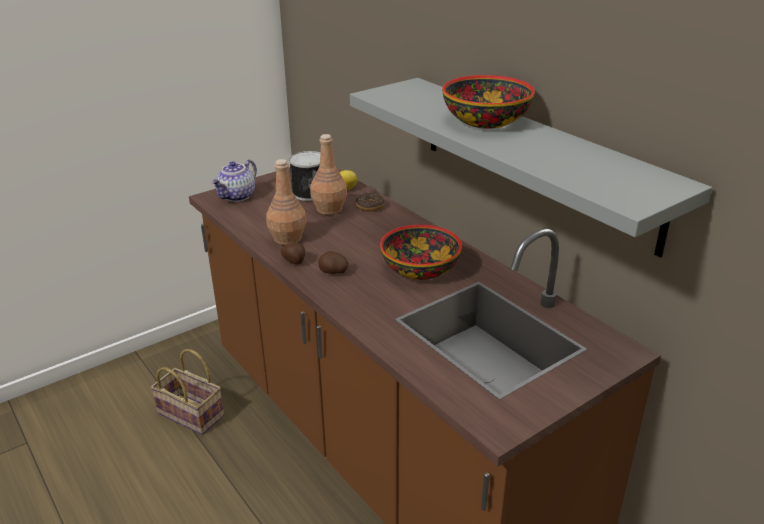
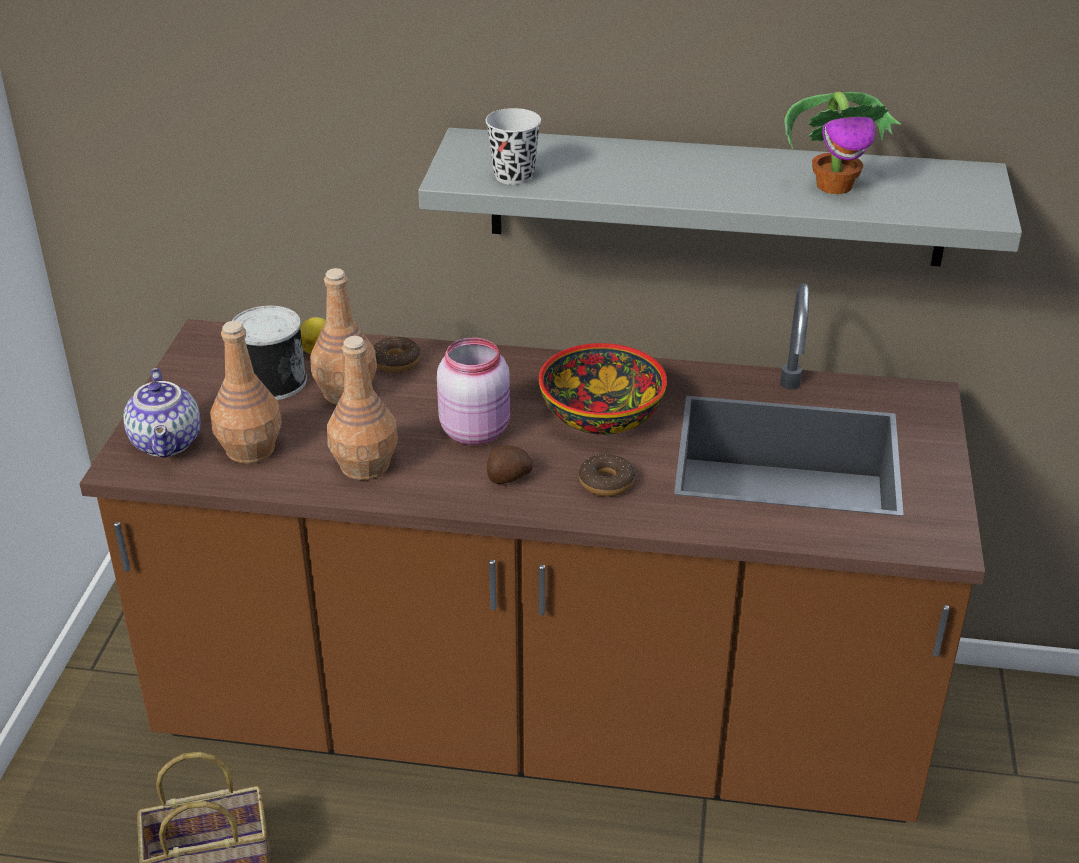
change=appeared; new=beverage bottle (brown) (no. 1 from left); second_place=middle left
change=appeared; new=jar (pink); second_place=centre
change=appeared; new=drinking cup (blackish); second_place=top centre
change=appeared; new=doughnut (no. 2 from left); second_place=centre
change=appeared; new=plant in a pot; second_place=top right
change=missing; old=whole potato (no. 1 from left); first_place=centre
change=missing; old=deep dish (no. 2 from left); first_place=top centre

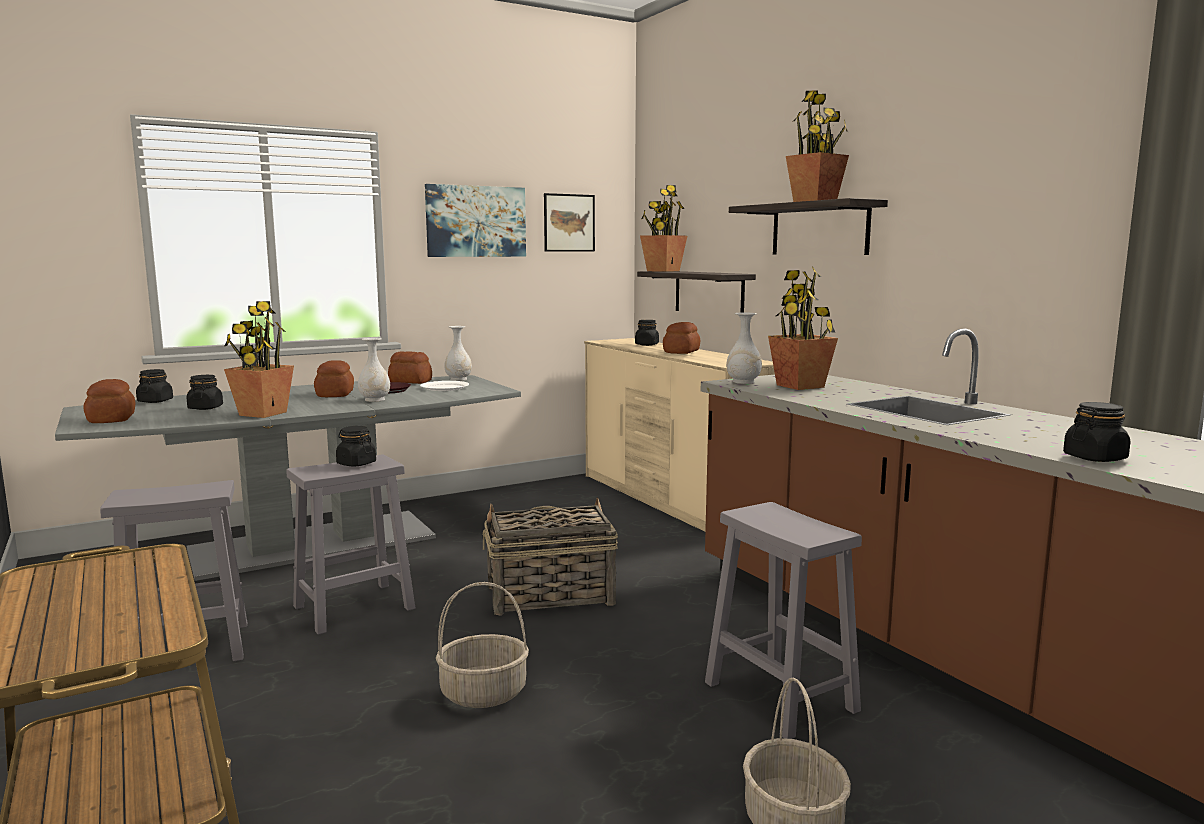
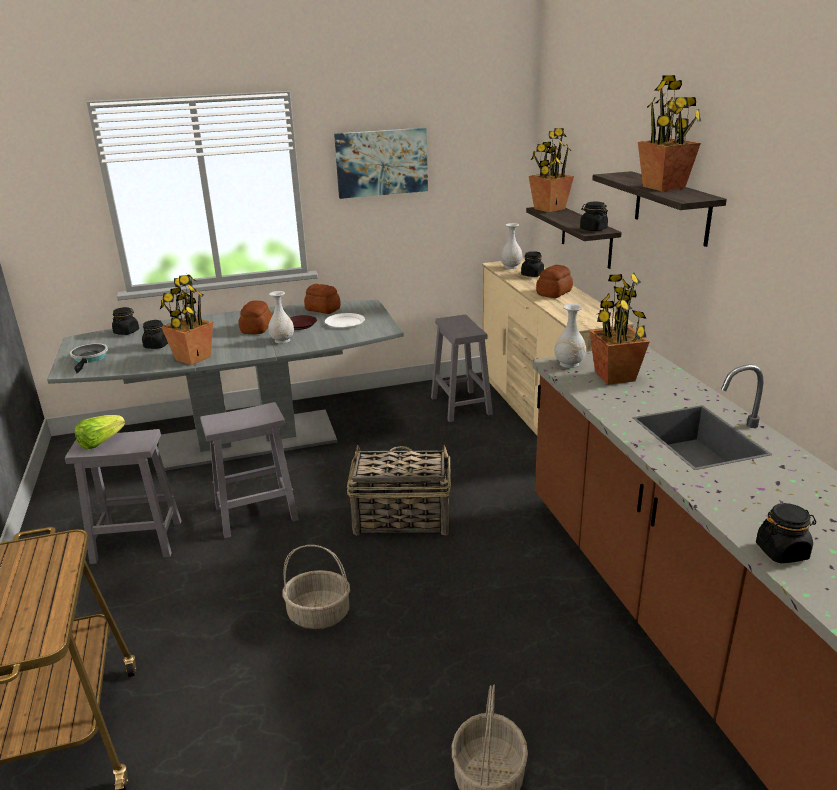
change=exchanged; old=baked bread (no. 1 from left); new=frying pan; first_place=middle left; second_place=middle left
change=appeared; new=lettuce; second_place=middle left
change=relocated; old=sitting stool (gray) (no. 3 from left); first_place=bottom centre; second_place=centre
change=relocated; old=vase (whitish) (no. 2 from left); first_place=centre; second_place=top centre
change=relocated; old=jar (blackish) (no. 3 from left in the first image); new=jar (blackish) (no. 4 from left); first_place=middle left; second_place=top right
change=missing; old=wall art (no. 2 from left); first_place=top centre

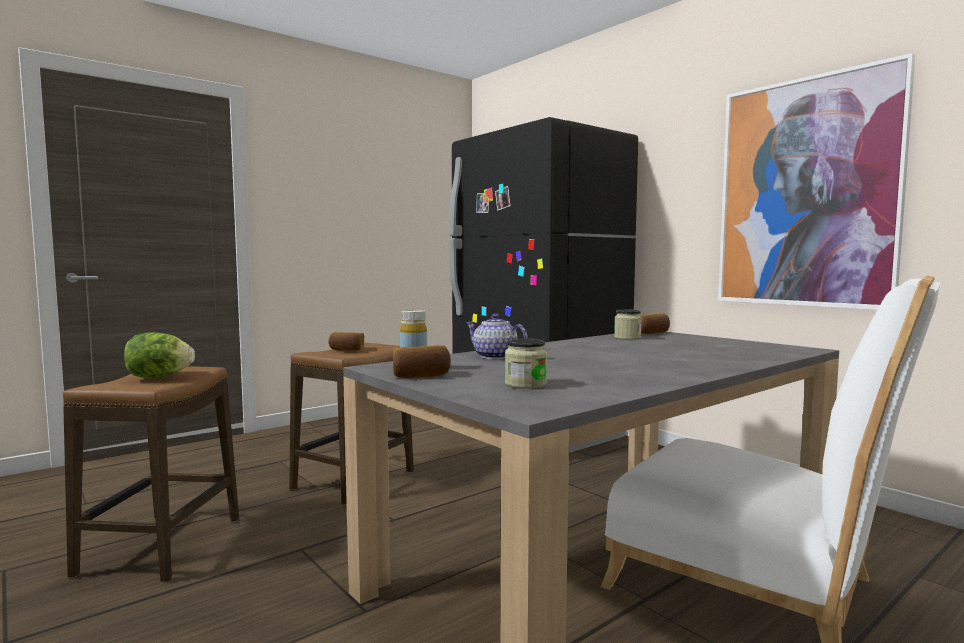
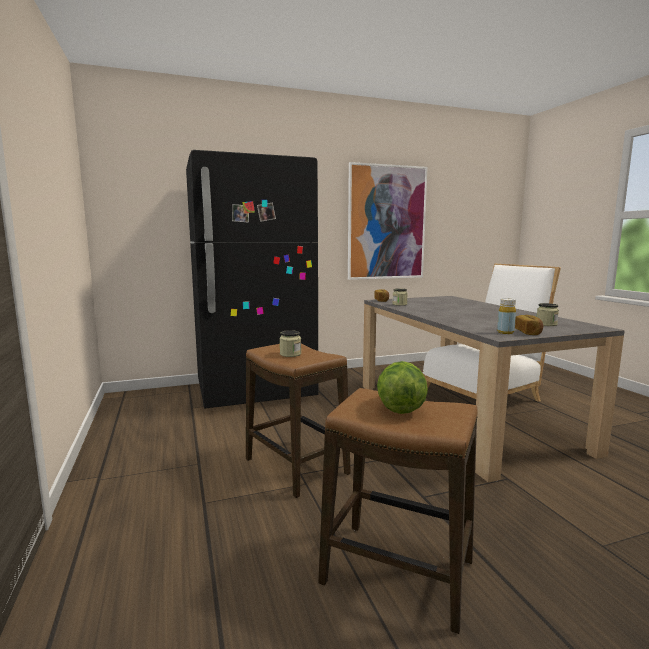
change=exchanged; old=baked bread (no. 1 from left); new=jar (no. 1 from left); first_place=centre; second_place=centre
change=missing; old=teapot; first_place=centre

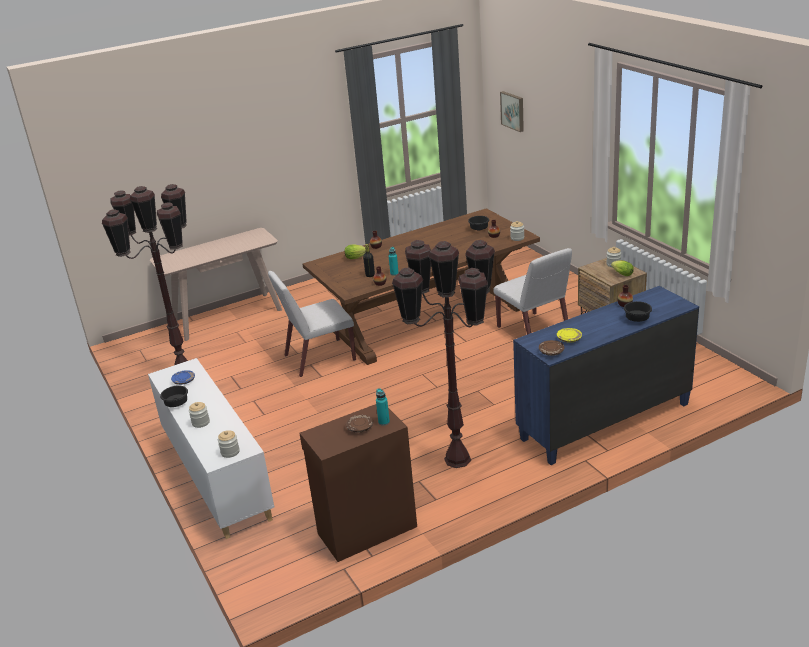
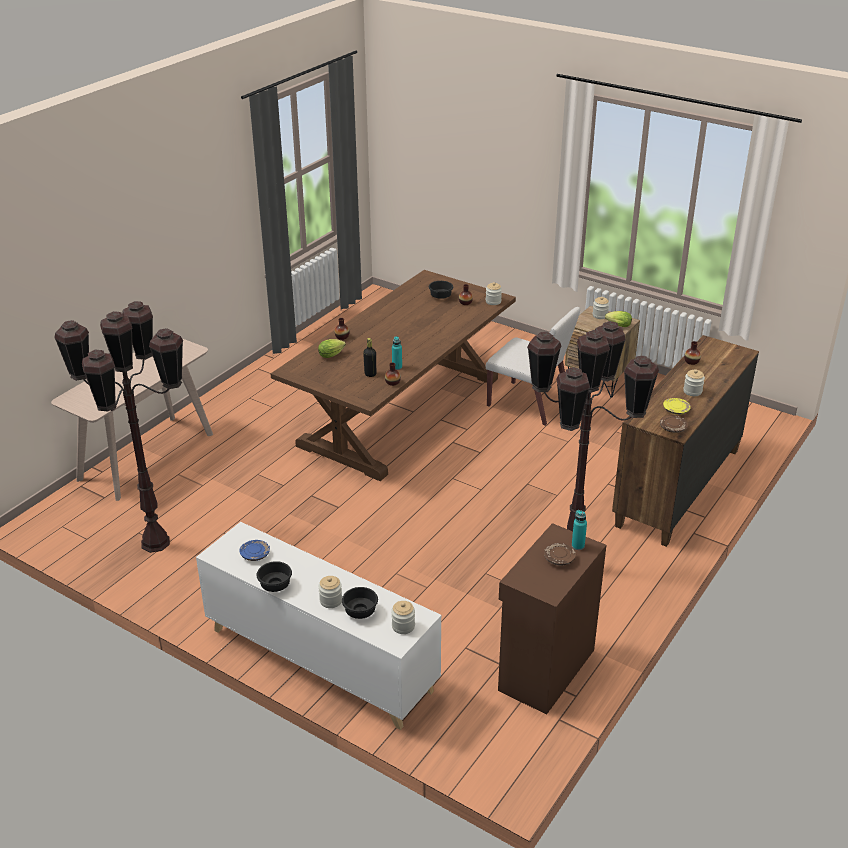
change=relocated; old=deep dish (blackish) (no. 3 from left in the first image); new=deep dish (blackish) (no. 2 from left); first_place=middle right; second_place=bottom centre
change=colour; old=chest of drawers (bluish); new=chest of drawers (brown); first_place=middle right; second_place=middle right
change=appeared; new=jar (no. 5 from left); second_place=middle right
change=missing; old=upright chair (whitish) (no. 1 from left); first_place=centre
change=missing; old=wall art; first_place=top centre

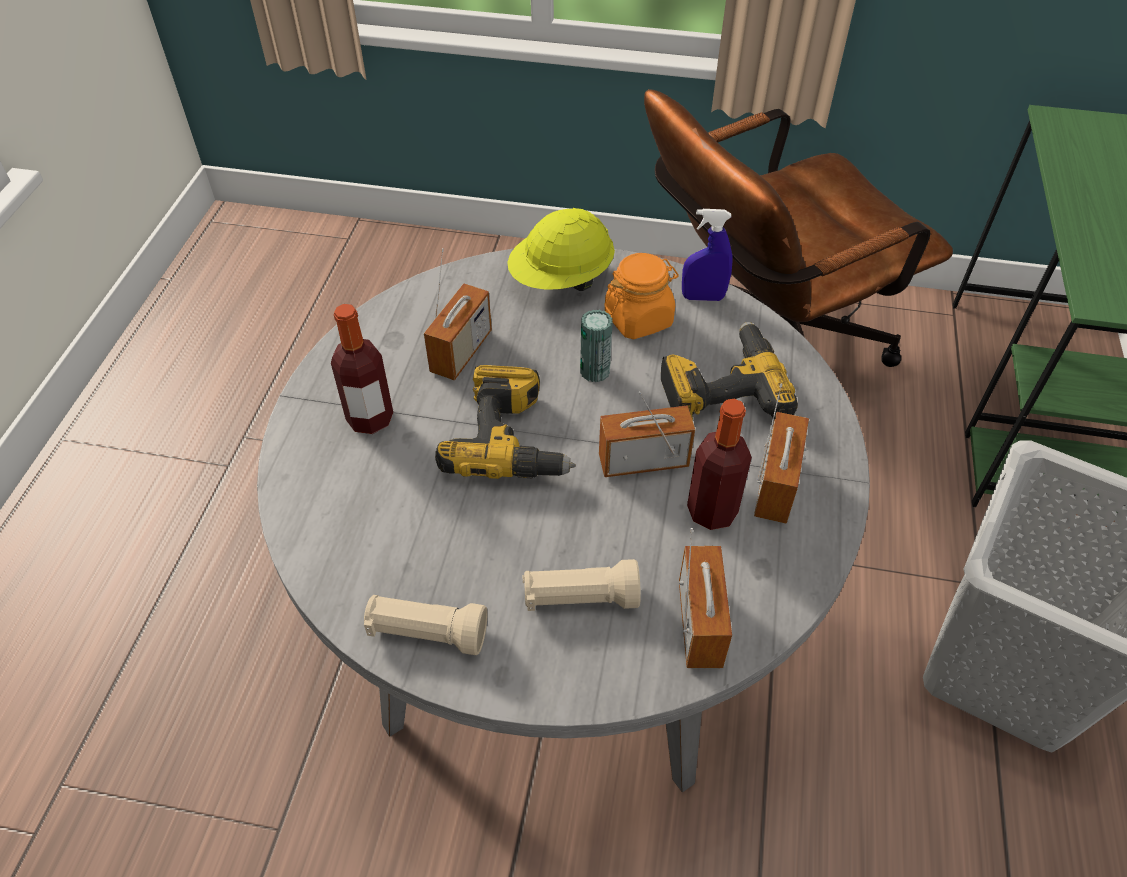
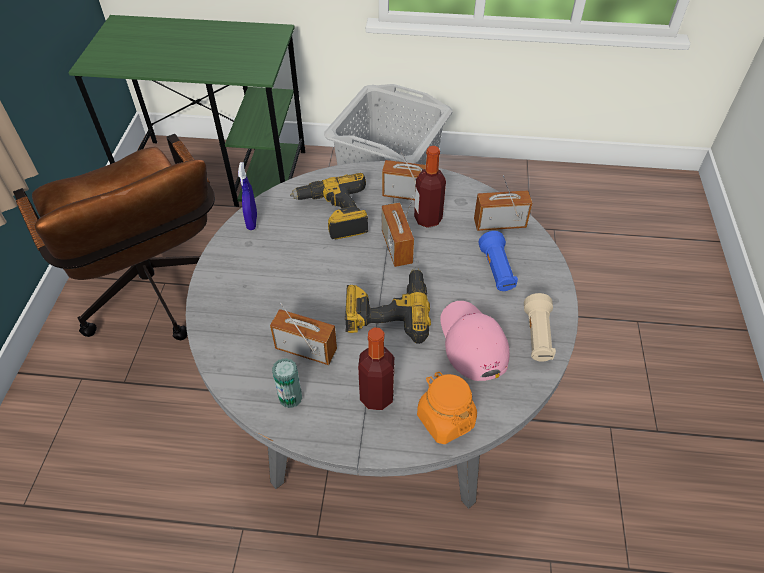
change=relocated; old=sealed can; first_place=centre; second_place=bottom centre
change=relocated; old=jar (orange); first_place=centre; second_place=bottom centre
change=appeared; new=cap (pink); second_place=centre
change=colour; old=torch (sand-coloured) (no. 2 from left); new=torch (bluish); first_place=bottom centre; second_place=centre
change=missing; old=work helmet (yellow-coloured); first_place=top centre

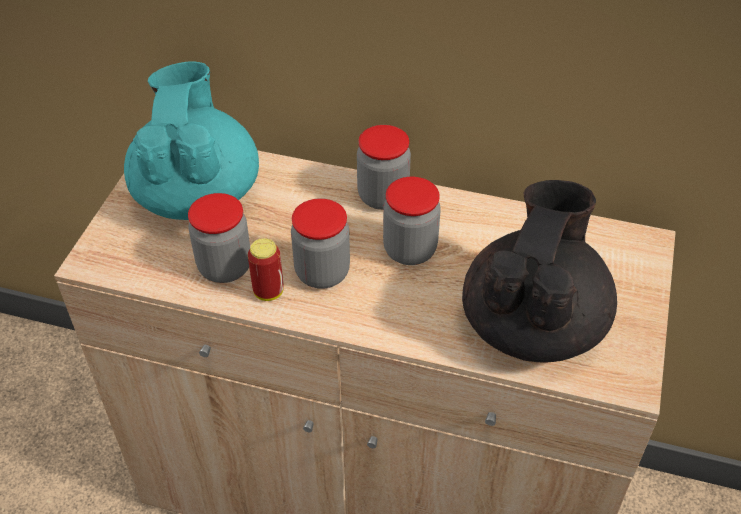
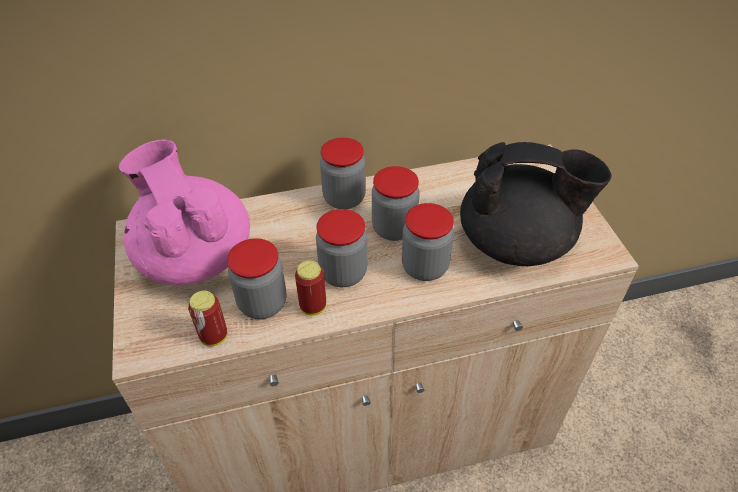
change=colour; old=teapot (turquoise-coloured); new=teapot (pink); first_place=top left; second_place=middle left
change=appeared; new=sealed can (no. 1 from left); second_place=middle left
change=appeared; new=jar (no. 5 from left); second_place=centre
change=spun; old=teapot (blackish); first_place=middle right; second_place=middle right; degrees=105

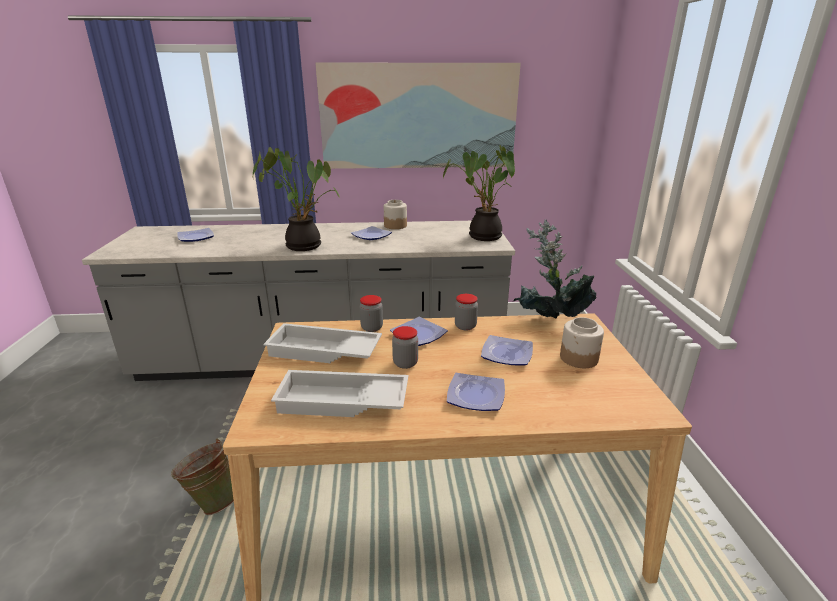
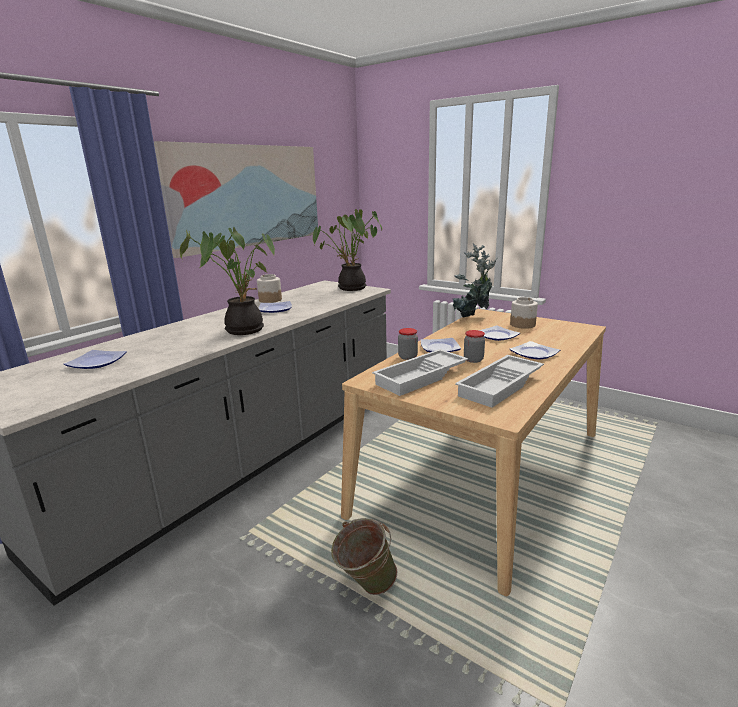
change=missing; old=jar (no. 4 from left); first_place=centre

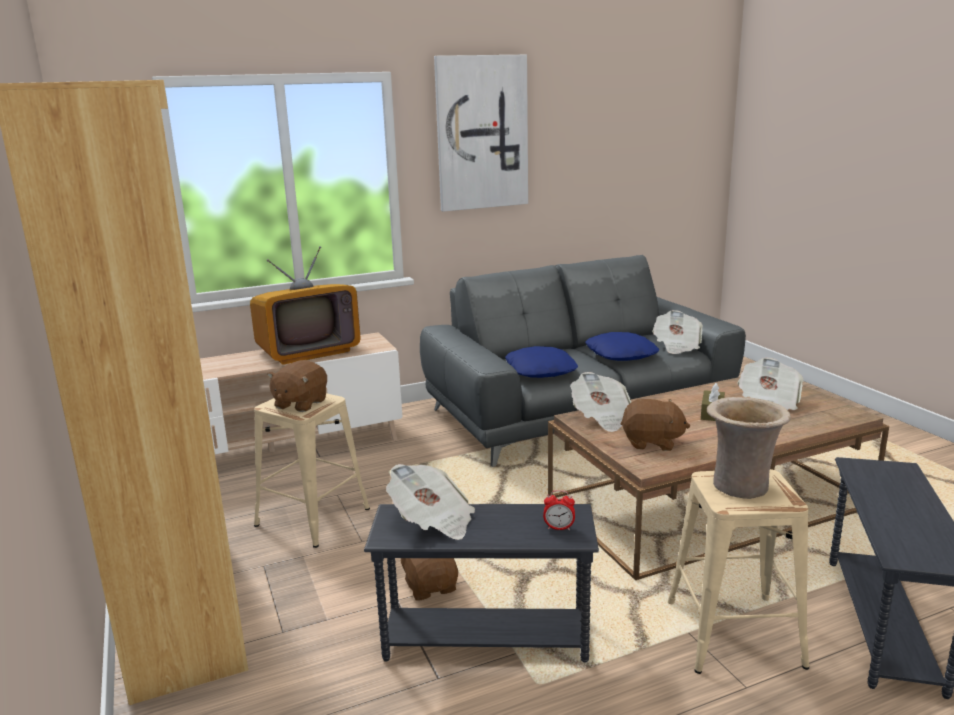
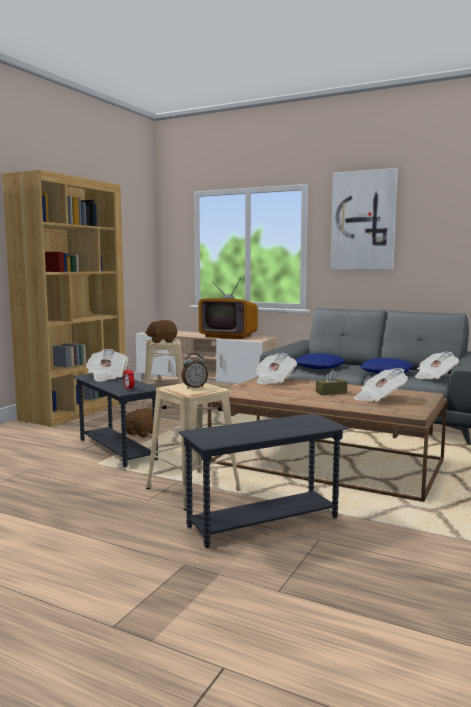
change=exchanged; old=vase (sand-coloured); new=alarm clock (no. 2 from left); first_place=middle right; second_place=centre
change=missing; old=soft toy (brown) (no. 3 from left); first_place=middle right

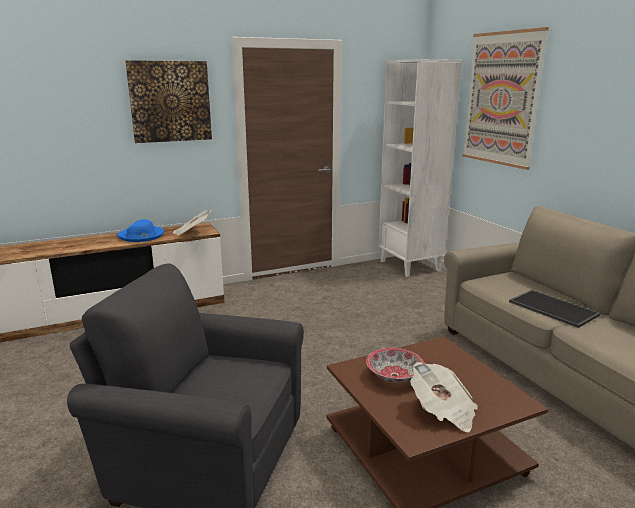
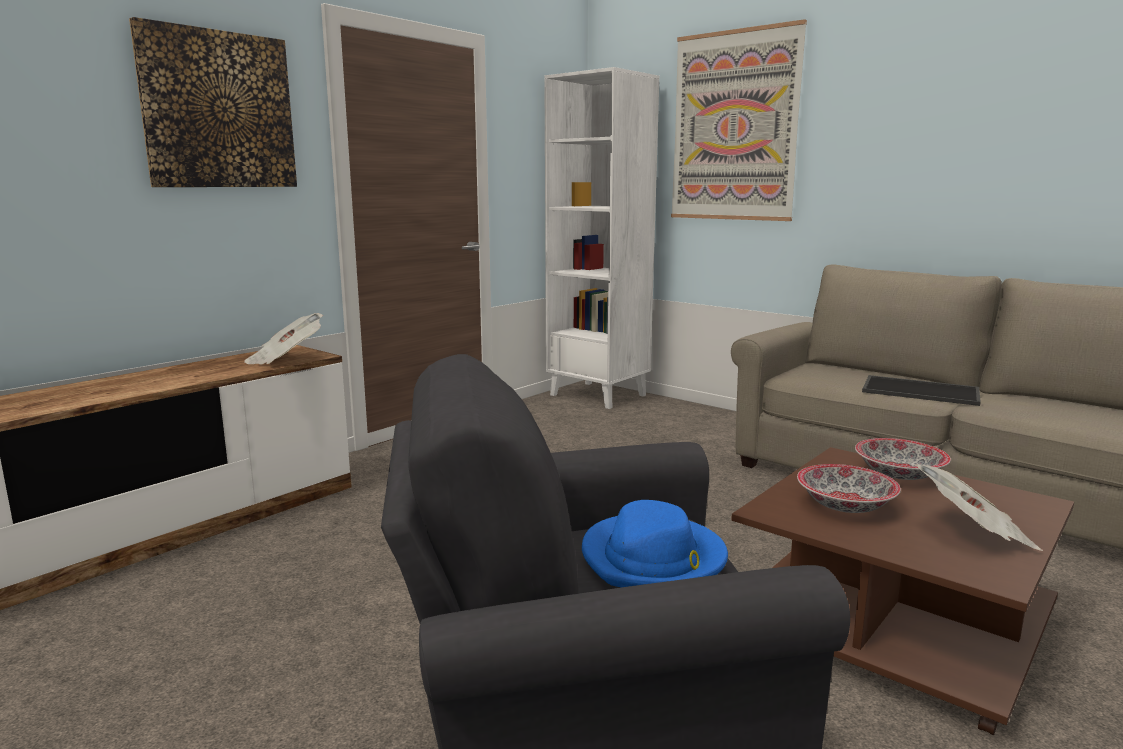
change=relocated; old=wearable hat (bluish); first_place=middle left; second_place=bottom centre
change=appeared; new=deep dish (no. 2 from left); second_place=middle right

